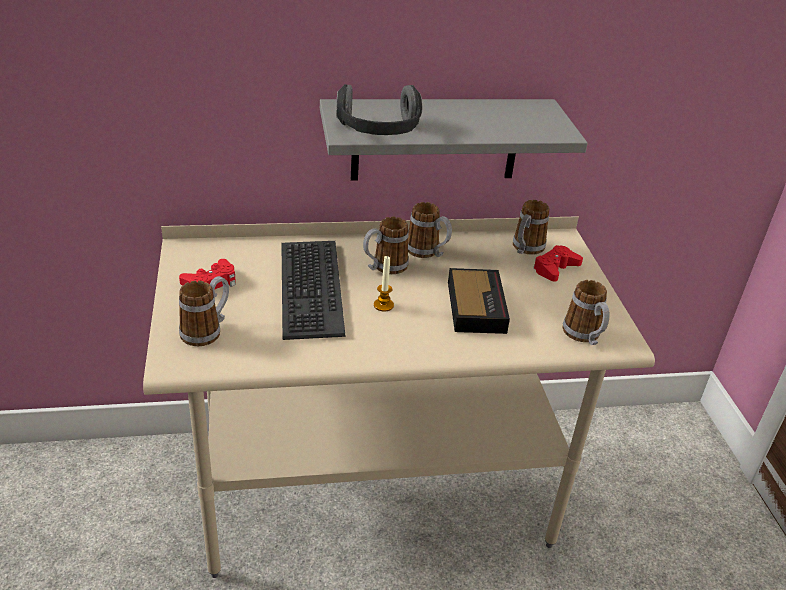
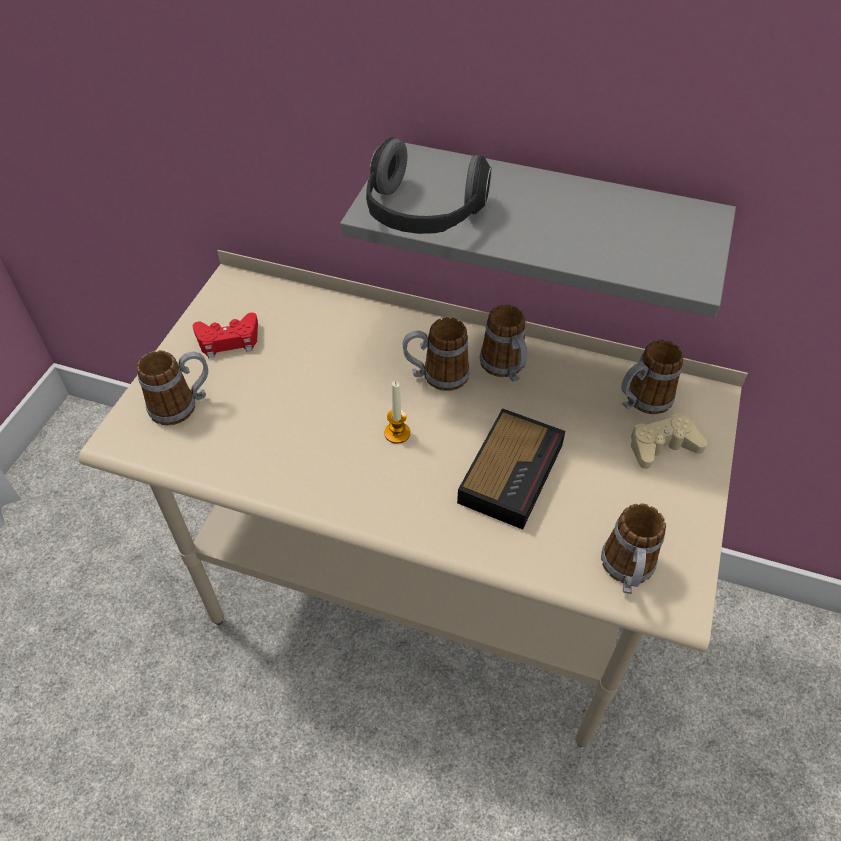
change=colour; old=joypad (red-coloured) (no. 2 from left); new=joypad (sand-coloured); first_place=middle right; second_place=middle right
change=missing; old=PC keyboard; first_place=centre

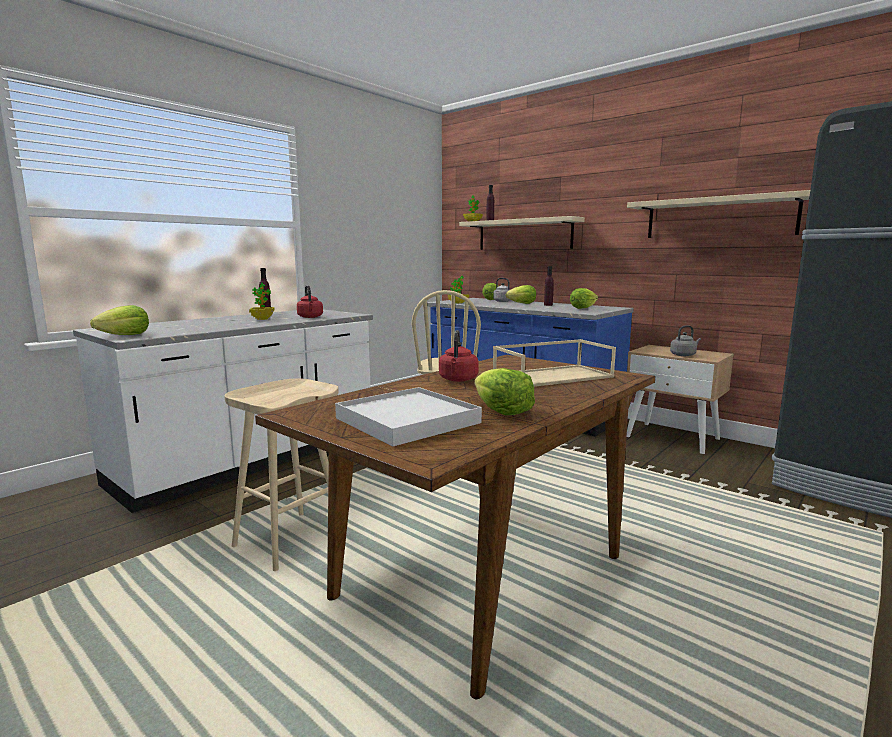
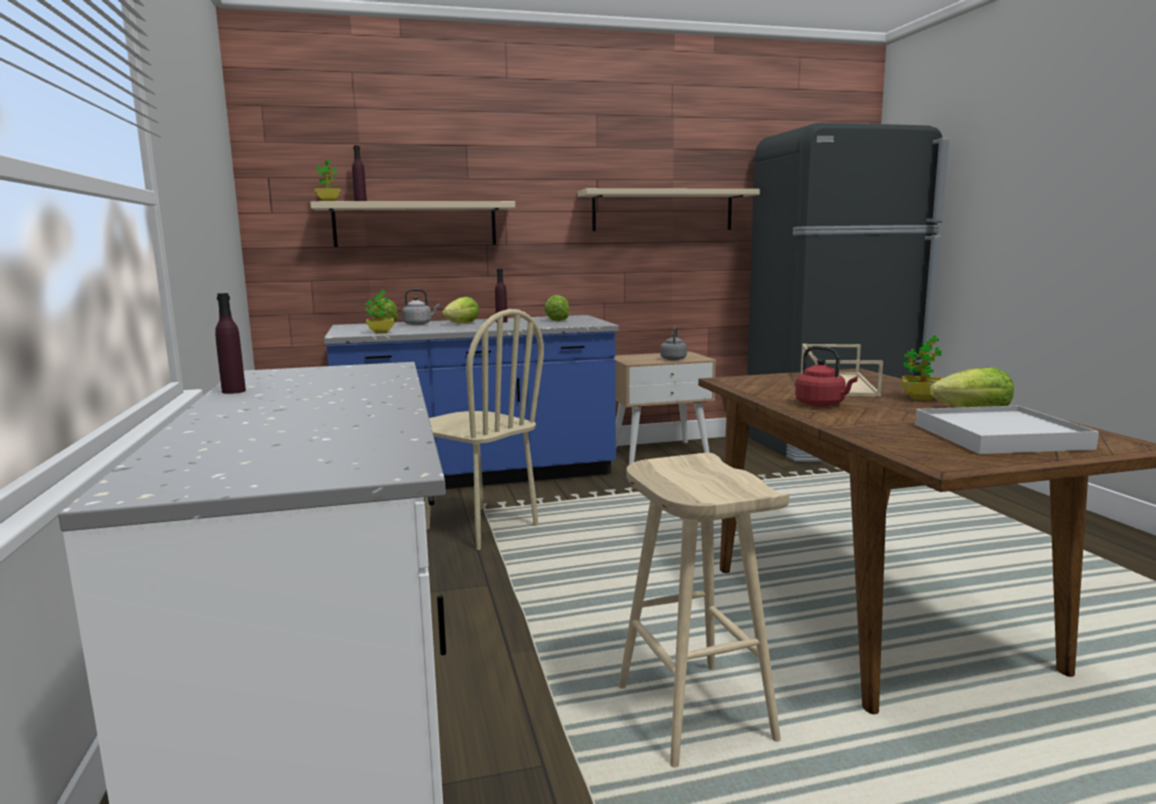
change=relocated; old=plant in a pot (no. 1 from left in the first image); new=plant in a pot (no. 3 from left); first_place=middle left; second_place=middle right
change=missing; old=lettuce (no. 1 from left); first_place=middle left
change=missing; old=tea kettle (red-coloured) (no. 1 from left); first_place=centre

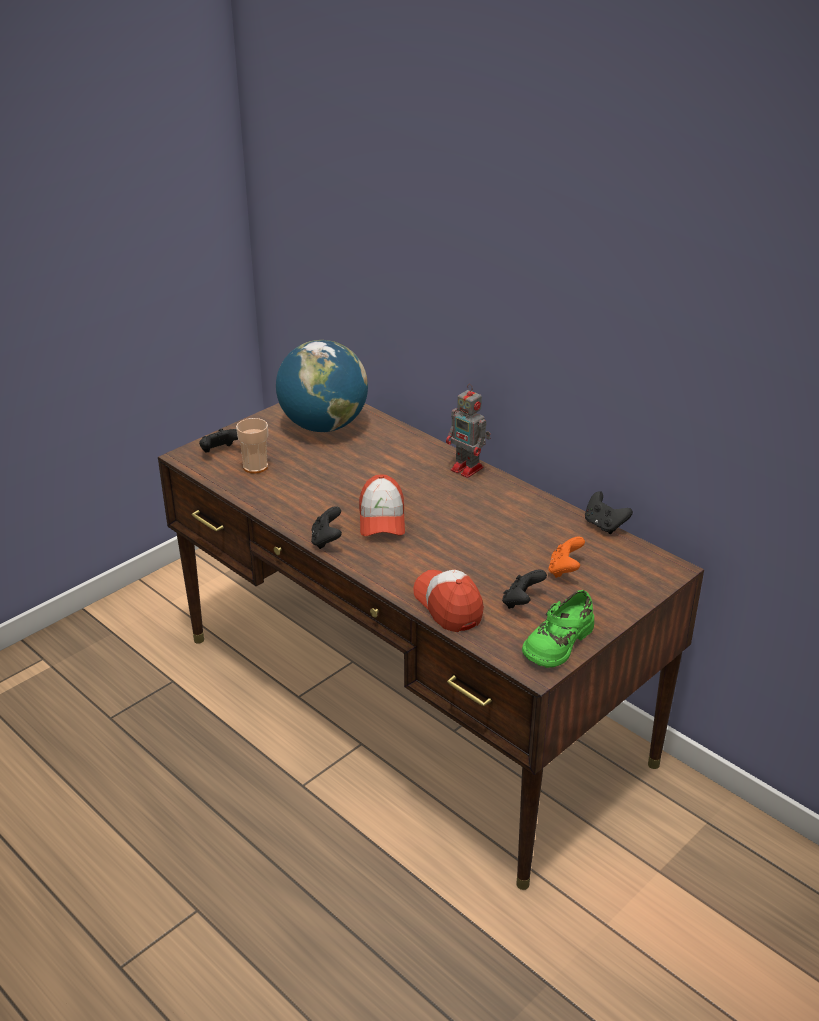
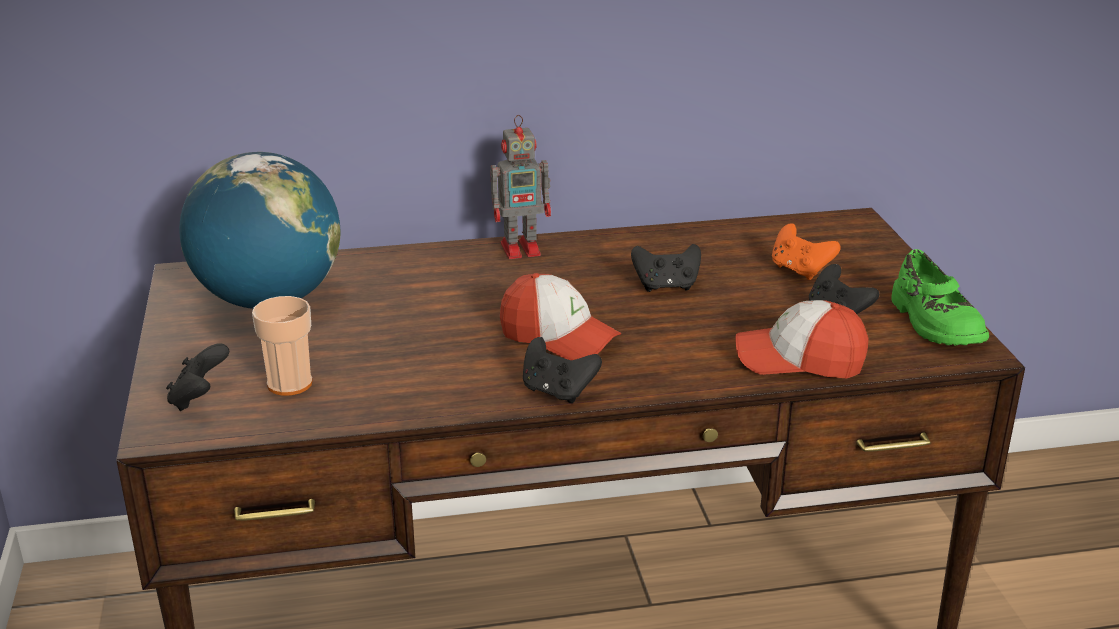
change=relocated; old=joypad (blackish) (no. 4 from left in the first image); new=joypad (blackish) (no. 3 from left); first_place=middle right; second_place=centre

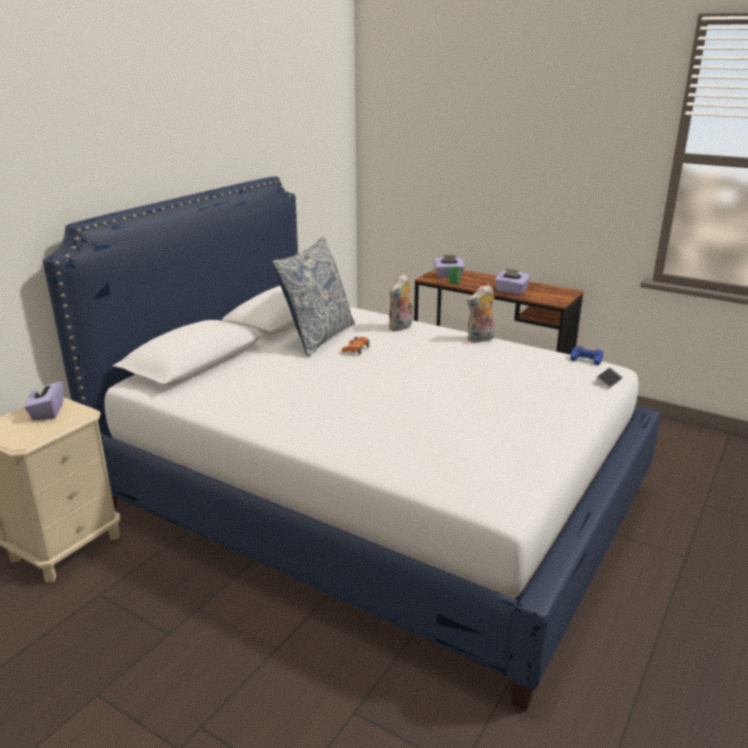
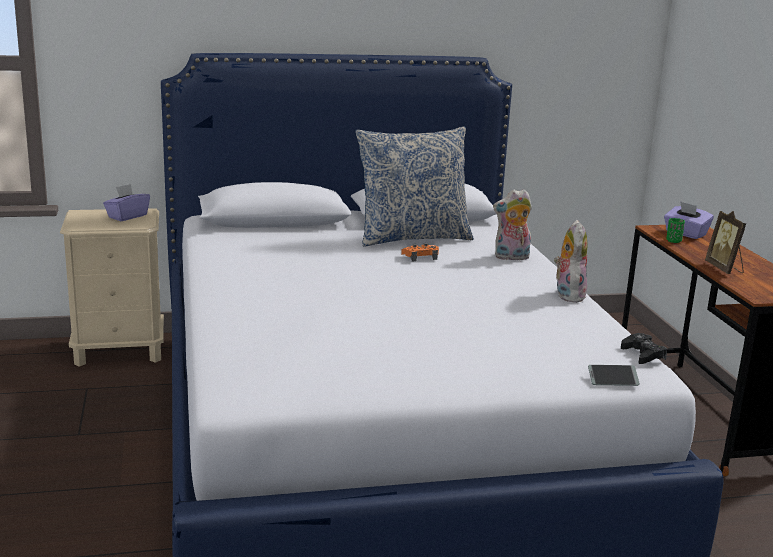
change=spun; old=soft toy (no. 2 from left); first_place=centre; second_place=middle right; degrees=75
change=colour; old=joypad (bluish); new=joypad (blackish); first_place=middle right; second_place=middle right
change=exchanged; old=box of tissues (purple-coloured) (no. 3 from left); new=standing frame; first_place=middle right; second_place=middle right

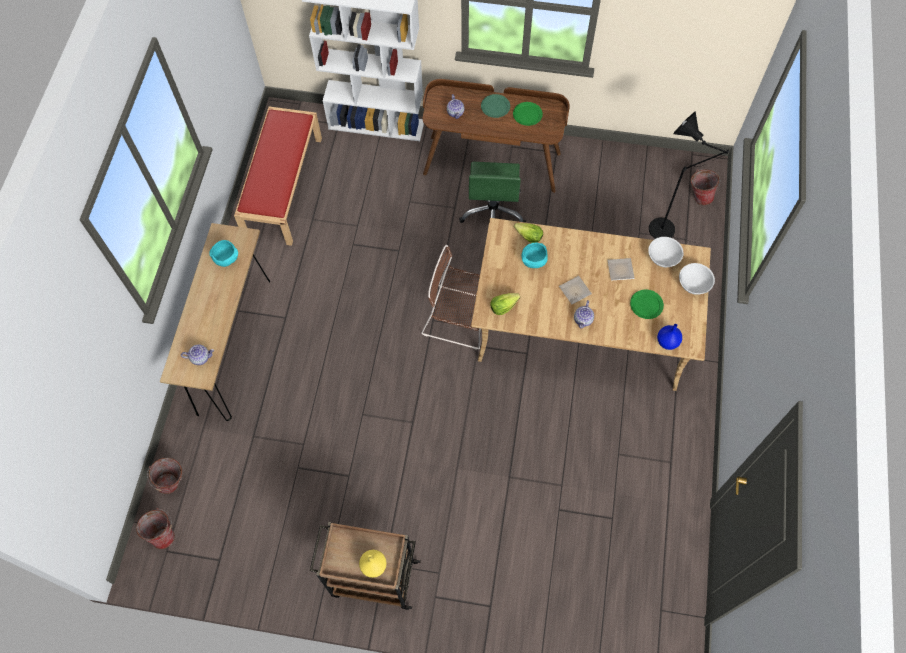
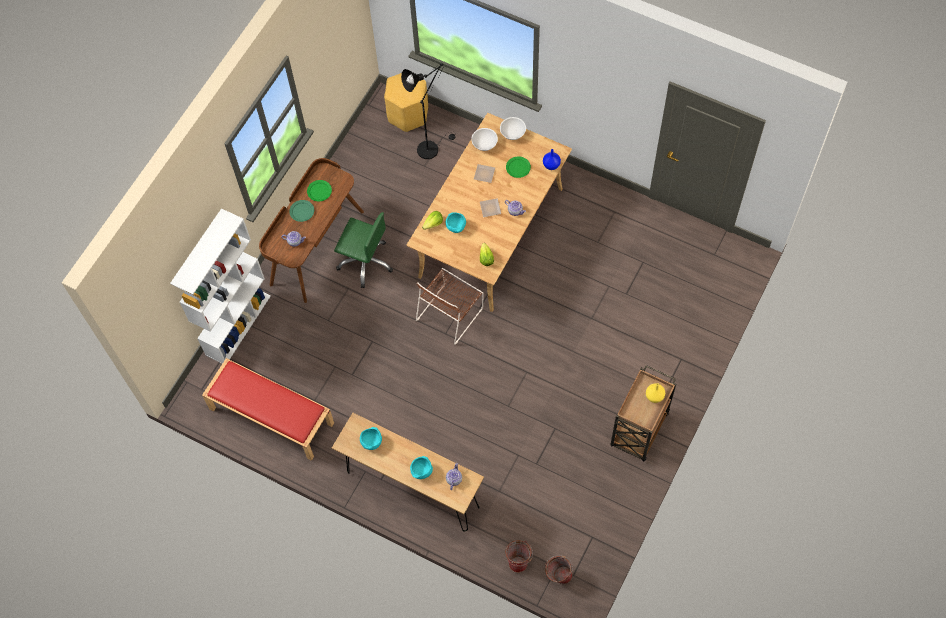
change=exchanged; old=water bucket (no. 3 from left); new=sitting stool (yellow-coloured); first_place=top right; second_place=top centre
change=appeared; new=deep dish (turquoise-coloured) (no. 2 from left); second_place=bottom centre

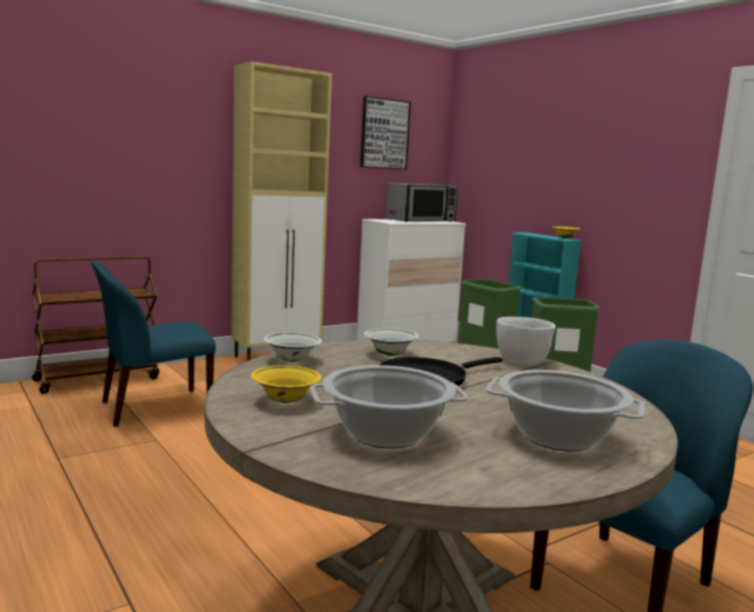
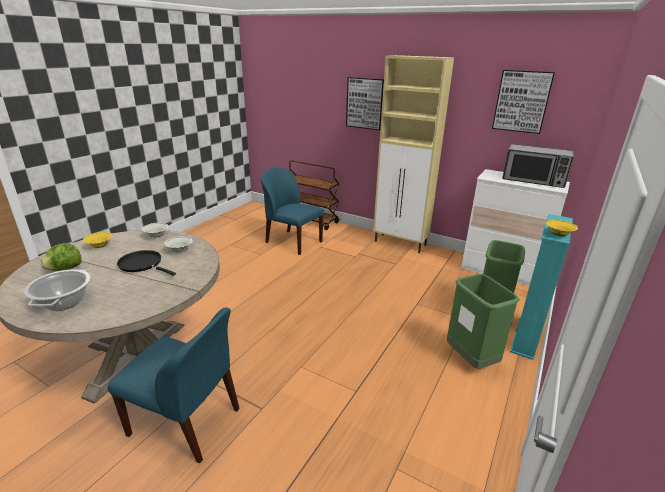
change=exchanged; old=cooking pot (no. 1 from left); new=lettuce; first_place=centre; second_place=middle left
change=appeared; new=wall art (no. 1 from left); second_place=top centre
change=missing; old=deep dish (whitish) (no. 3 from left); first_place=middle right

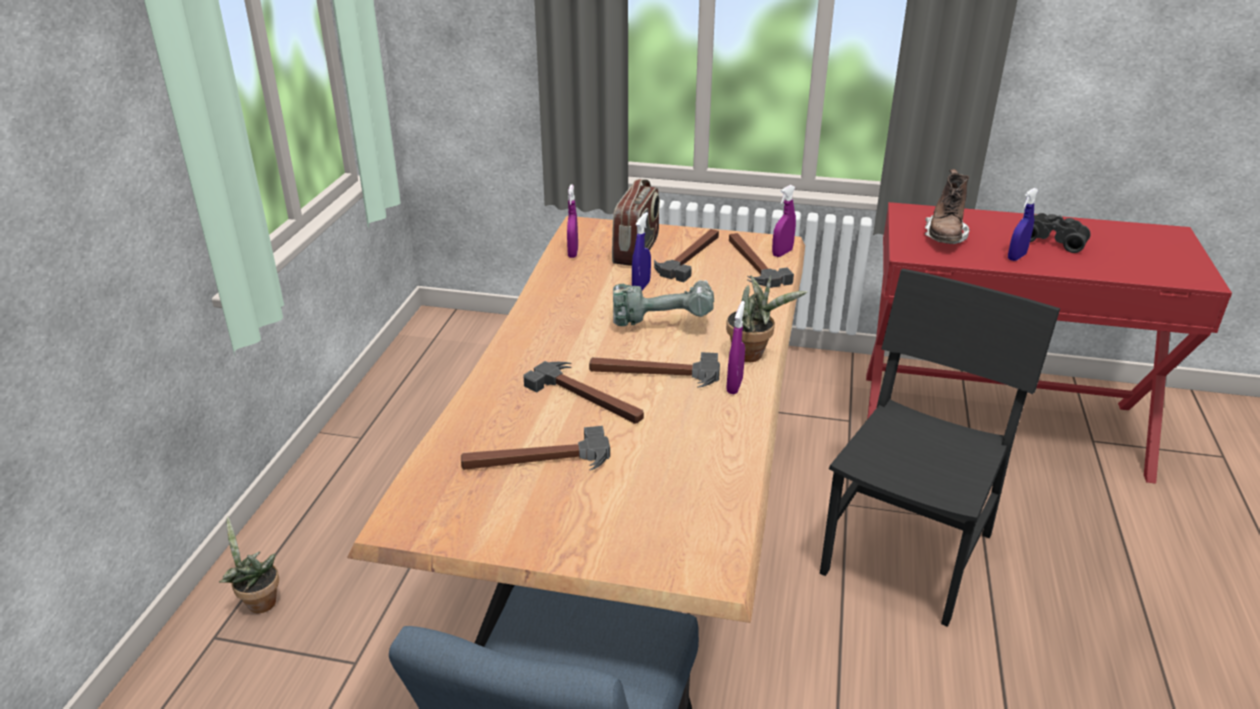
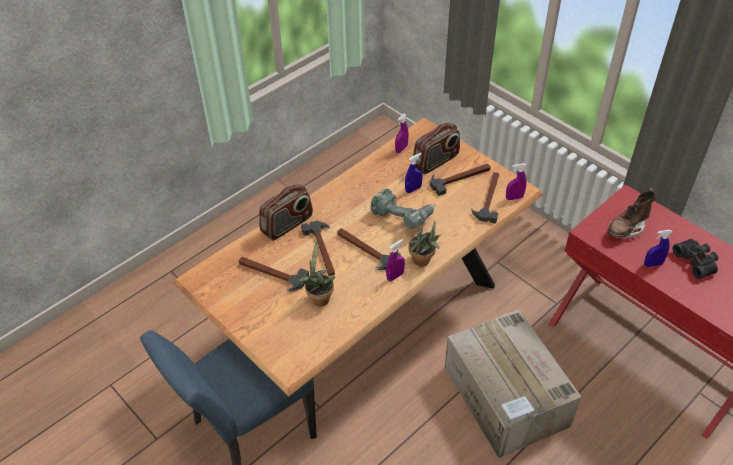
change=appeared; new=radio (no. 1 from left); second_place=centre
change=relocated; old=plant in a pot (no. 1 from left); first_place=bottom left; second_place=centre
change=exchanged; old=upright chair (blackish); new=packing box; first_place=middle right; second_place=bottom right

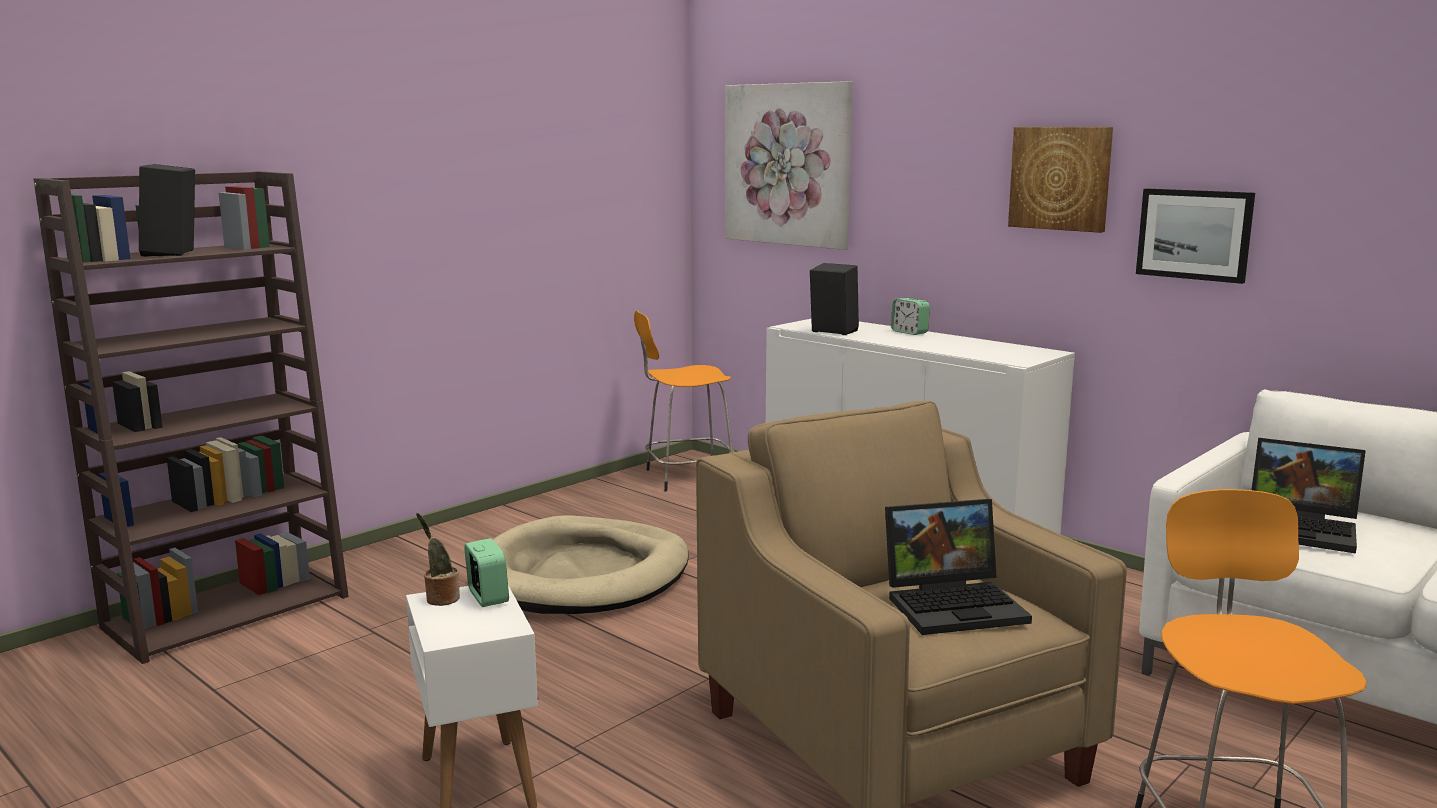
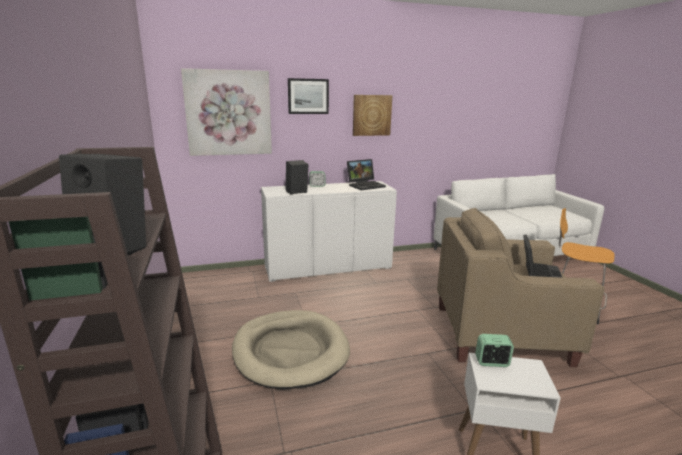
change=relocated; old=wall art (no. 3 from left in the first image); new=wall art (no. 2 from left); first_place=top right; second_place=top centre
change=relocated; old=laptop (no. 2 from left in the first image); new=laptop (no. 1 from left); first_place=middle right; second_place=centre
change=missing; old=plant in a pot; first_place=bottom left
change=missing; old=sitting stool (orange) (no. 1 from left); first_place=centre

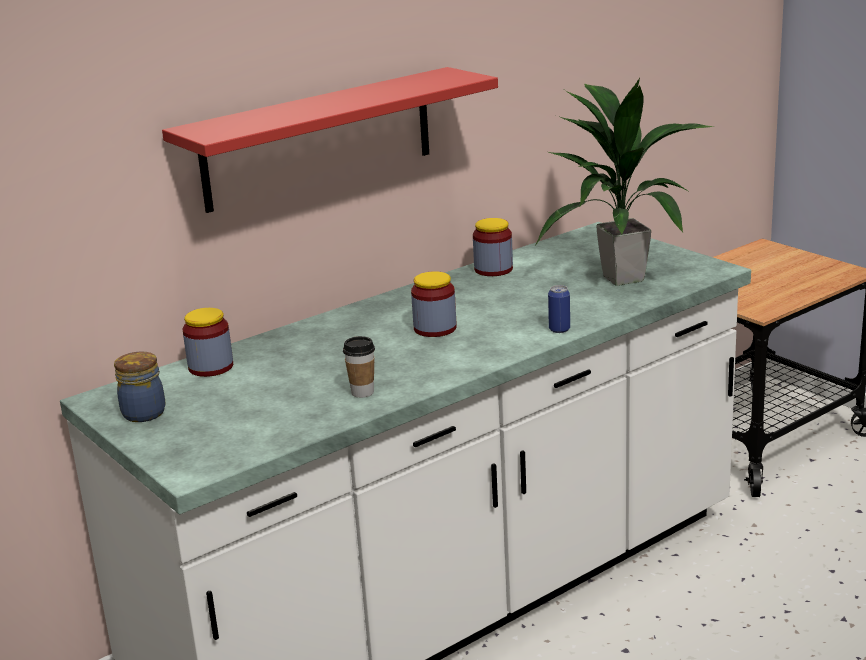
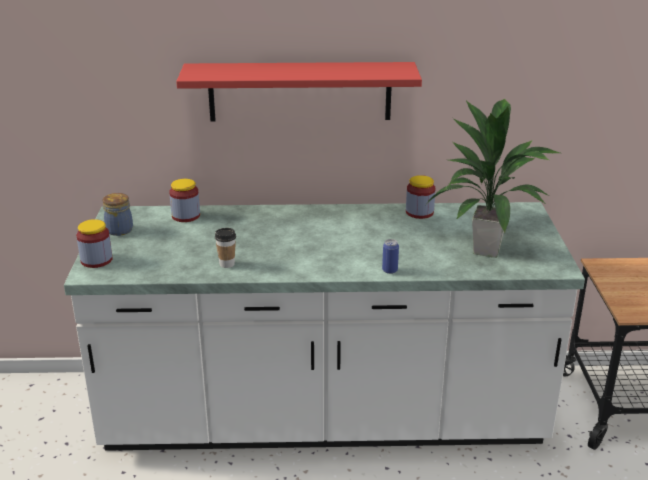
change=relocated; old=jar (no. 3 from left in the first image); new=jar (no. 1 from left); first_place=centre; second_place=middle left

